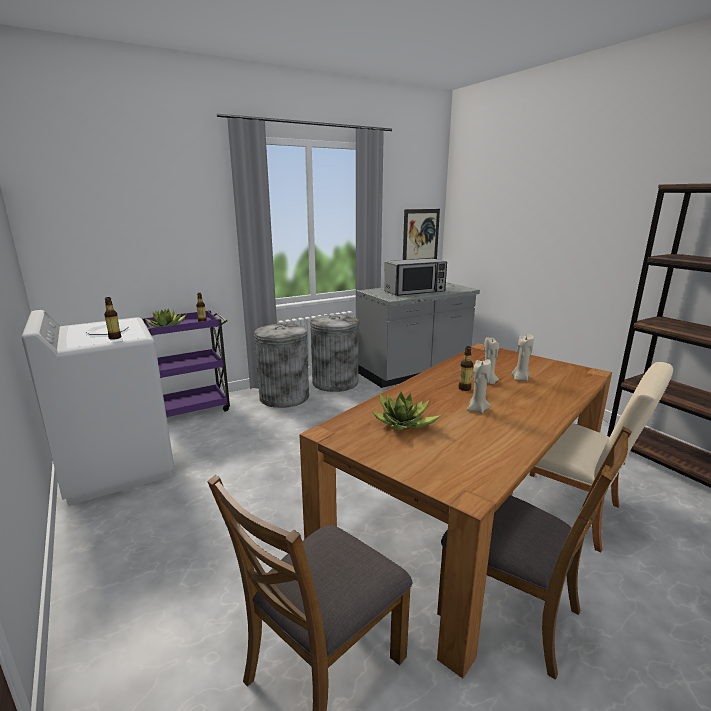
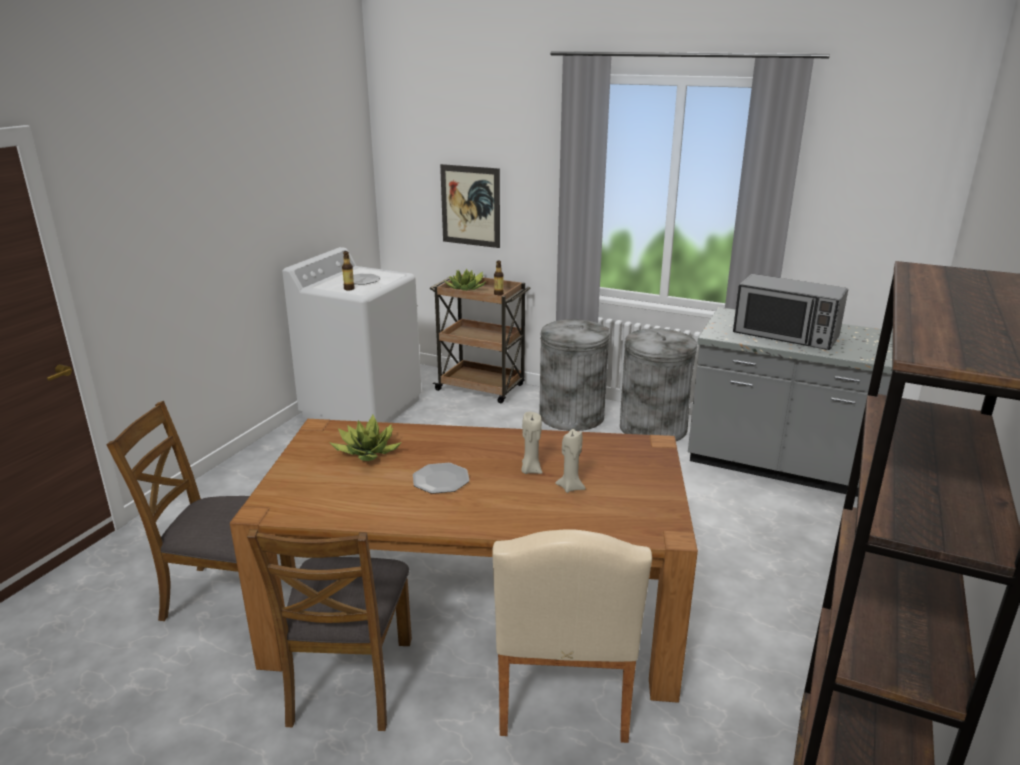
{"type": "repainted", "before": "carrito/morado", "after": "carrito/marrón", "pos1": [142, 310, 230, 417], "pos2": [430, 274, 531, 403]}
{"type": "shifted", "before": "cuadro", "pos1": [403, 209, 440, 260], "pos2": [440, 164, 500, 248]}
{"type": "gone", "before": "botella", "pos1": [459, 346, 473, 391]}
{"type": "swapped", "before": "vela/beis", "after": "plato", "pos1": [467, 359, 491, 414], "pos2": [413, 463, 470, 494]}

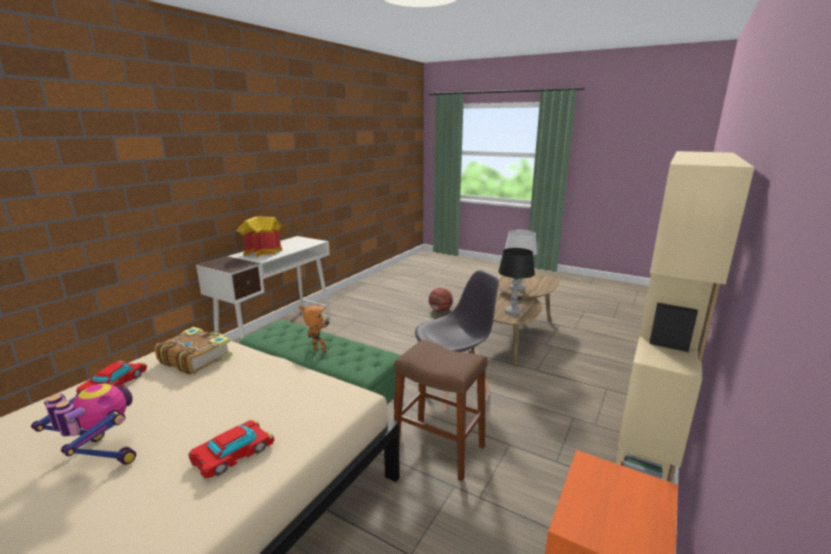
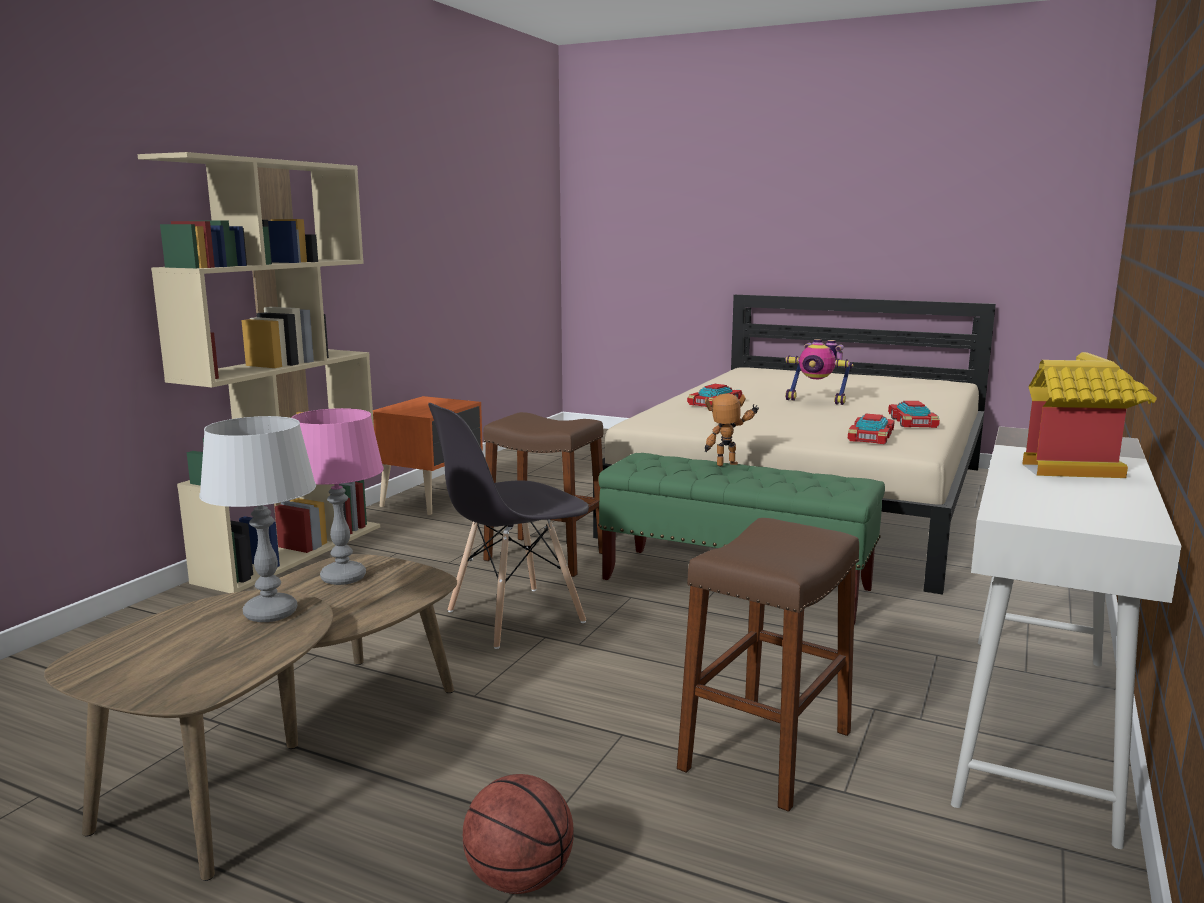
{"type": "swapped", "before": "libro", "after": "coche de juguete", "pos1": [155, 327, 232, 374], "pos2": [848, 414, 895, 444]}
{"type": "rotated", "before": "robot de juguete", "pos1": [299, 305, 330, 353], "pos2": [705, 393, 759, 467], "turn": 135}
{"type": "repainted", "before": "lámpara de mesa/negro", "after": "lámpara de mesa/rosa", "pos1": [498, 248, 535, 315], "pos2": [292, 408, 384, 585]}
{"type": "new", "after": "taburete/marrón", "pos2": [677, 518, 859, 812]}

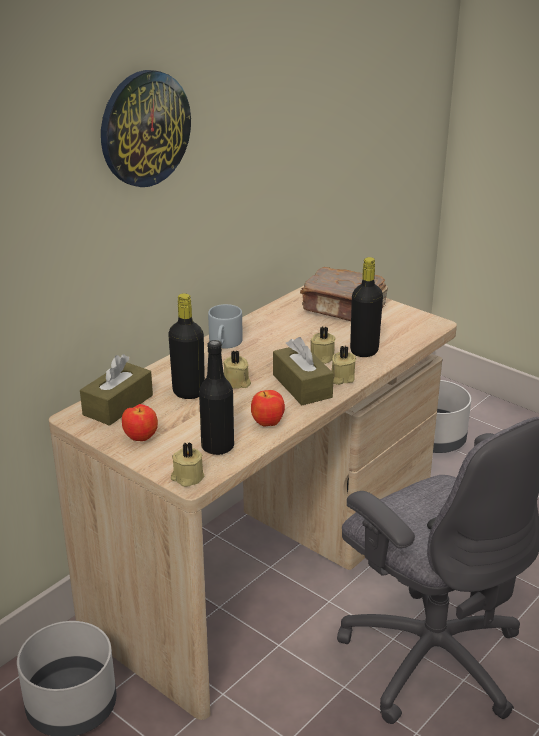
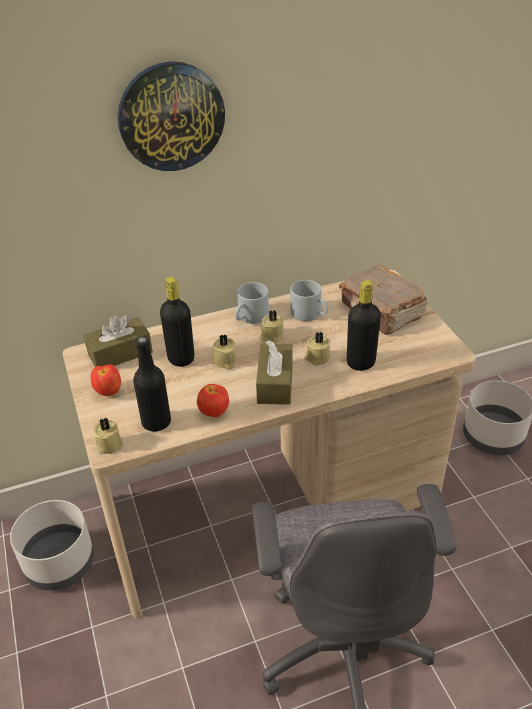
{"type": "shifted", "before": "vela/beis", "pos1": [332, 346, 357, 385], "pos2": [260, 310, 284, 343]}
{"type": "new", "after": "taza grande/gris", "pos2": [290, 280, 328, 321]}

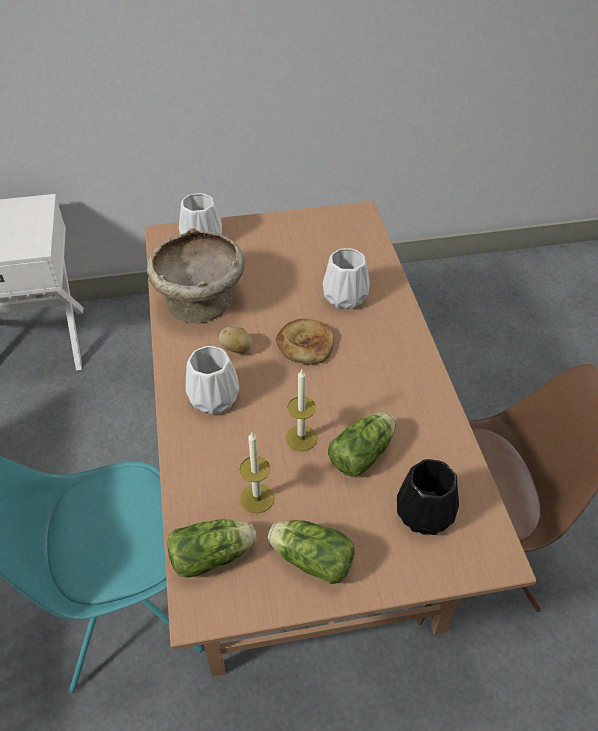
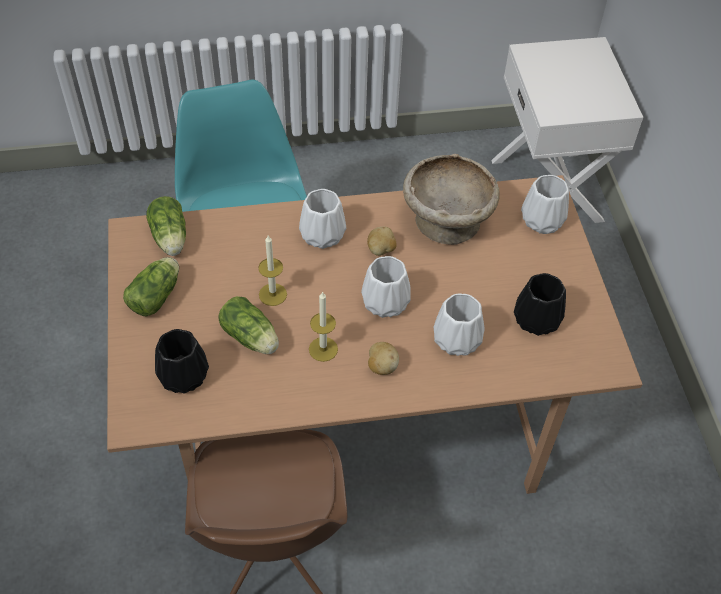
{"type": "shifted", "before": "vela", "pos1": [239, 432, 274, 513], "pos2": [309, 291, 338, 362]}
{"type": "swapped", "before": "pan", "after": "florero/blanco", "pos1": [276, 319, 334, 365], "pos2": [361, 256, 411, 318]}
{"type": "new", "after": "patata", "pos2": [368, 342, 399, 375]}
{"type": "new", "after": "florero/negro", "pos2": [514, 273, 566, 336]}

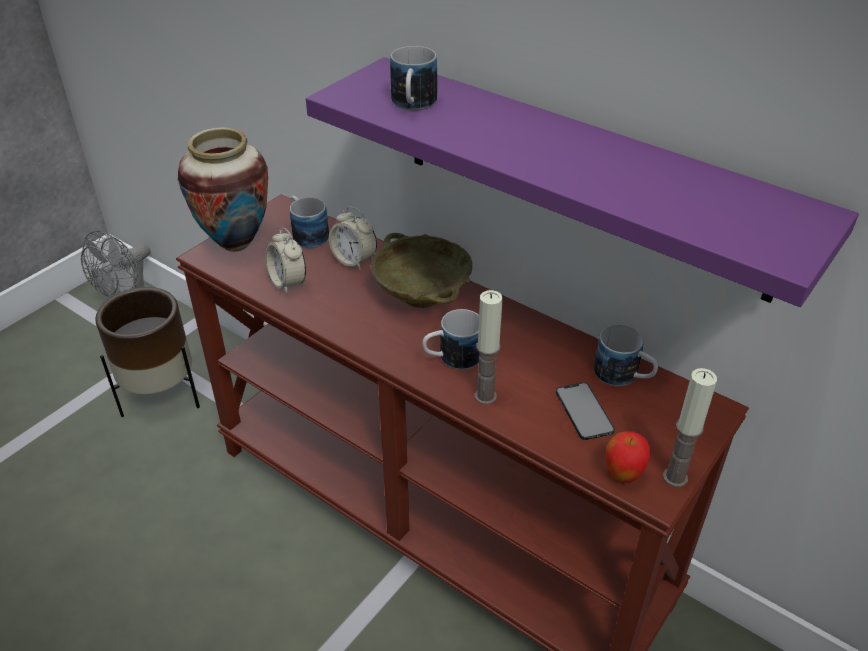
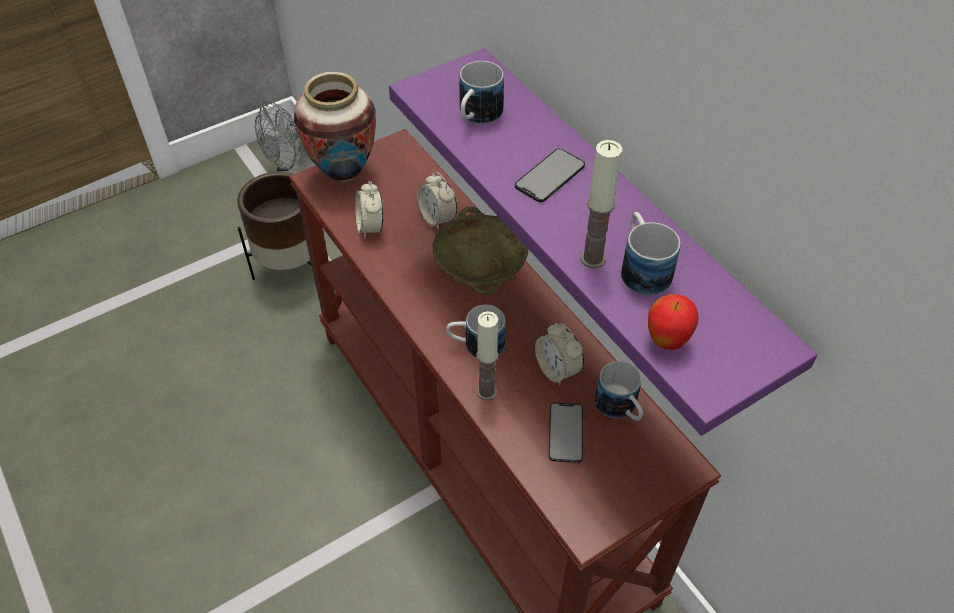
{"type": "shifted", "before": "taza grande", "pos1": [290, 196, 329, 248], "pos2": [621, 212, 681, 295]}
{"type": "shifted", "before": "manzana", "pos1": [606, 431, 651, 482], "pos2": [648, 294, 698, 350]}
{"type": "shifted", "before": "vela", "pos1": [663, 368, 717, 487], "pos2": [580, 140, 622, 268]}
{"type": "new", "after": "móvil", "pos2": [515, 149, 585, 202]}
{"type": "new", "after": "despertador", "pos2": [535, 323, 584, 385]}

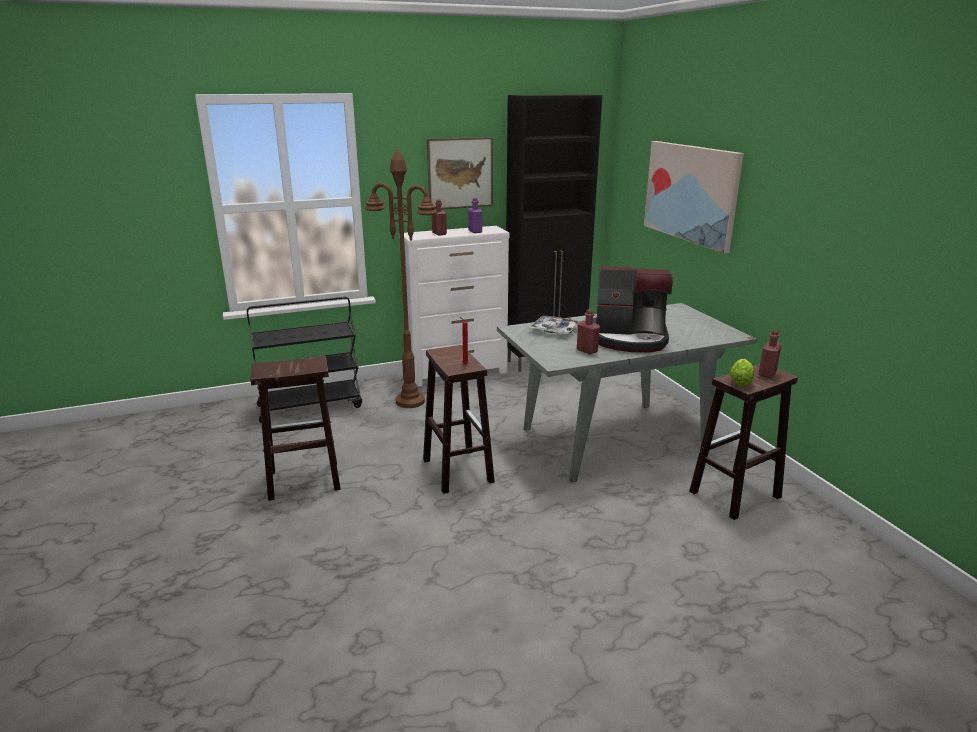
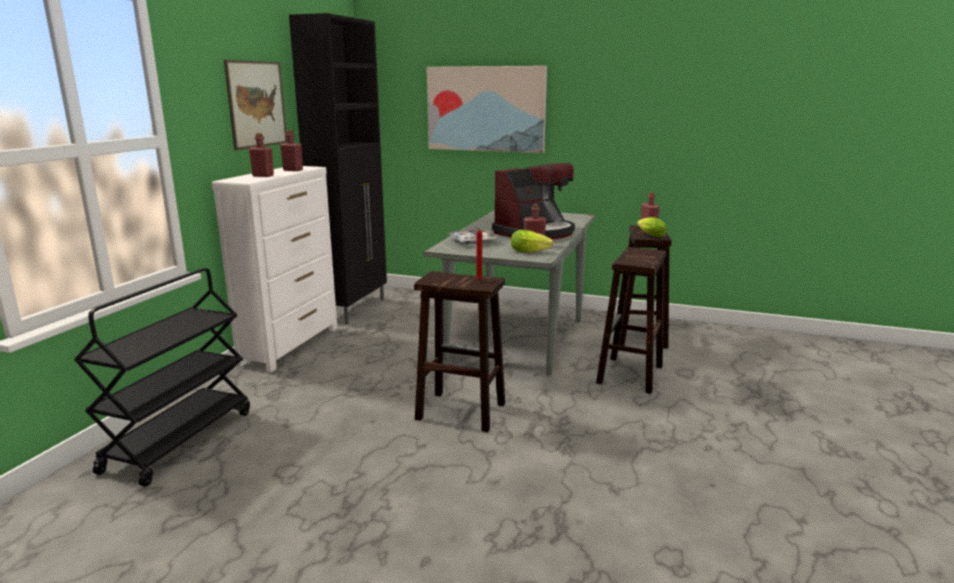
{"type": "shifted", "before": "taburete/marrón", "pos1": [250, 356, 341, 501], "pos2": [596, 247, 666, 394]}
{"type": "gone", "before": "lámpara de pie/marrón", "pos1": [365, 149, 437, 408]}
{"type": "repainted", "before": "botella/morado", "after": "botella/rojo", "pos1": [468, 198, 482, 233], "pos2": [280, 130, 303, 171]}
{"type": "new", "after": "lechuga", "pos2": [511, 230, 554, 253]}

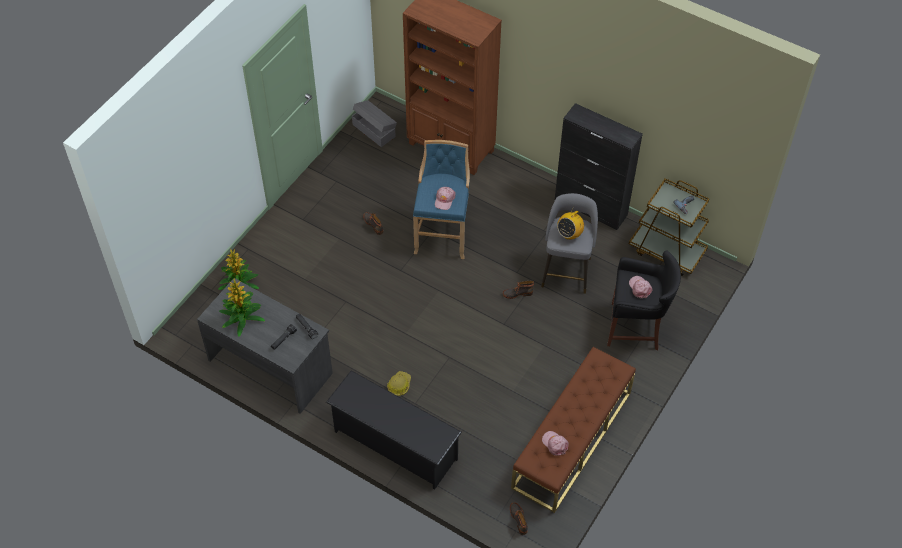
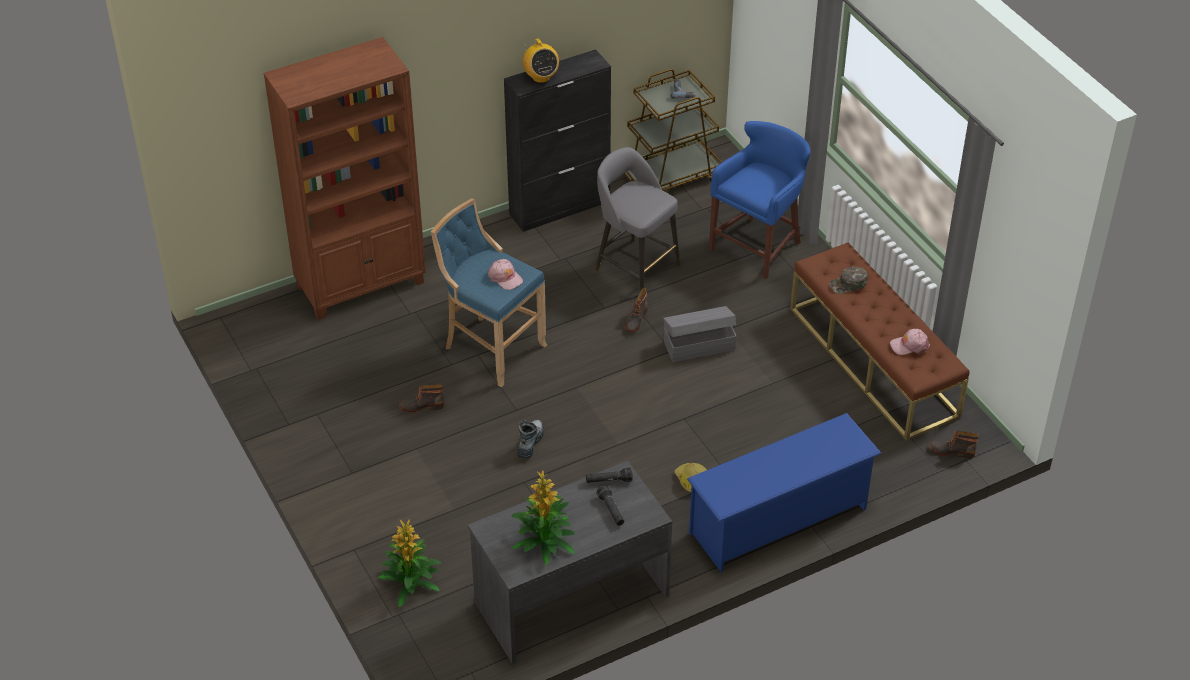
{"type": "repainted", "before": "zapatero/negro", "after": "zapatero/azul", "pos1": [326, 370, 462, 490], "pos2": [687, 413, 882, 572]}
{"type": "shifted", "before": "caja de almacenaje/gris", "pos1": [352, 100, 397, 147], "pos2": [663, 306, 737, 362]}
{"type": "shifted", "before": "radio", "pos1": [557, 211, 584, 240], "pos2": [523, 39, 559, 83]}
{"type": "repainted", "before": "taburete/negro", "after": "taburete/azul", "pos1": [607, 250, 681, 350], "pos2": [709, 121, 810, 279]}
{"type": "gone", "before": "gorra/rosa", "pos1": [629, 276, 653, 298]}
{"type": "new", "after": "bota", "pos2": [517, 419, 544, 458]}
{"type": "new", "after": "gorra/verde", "pos2": [829, 266, 868, 294]}

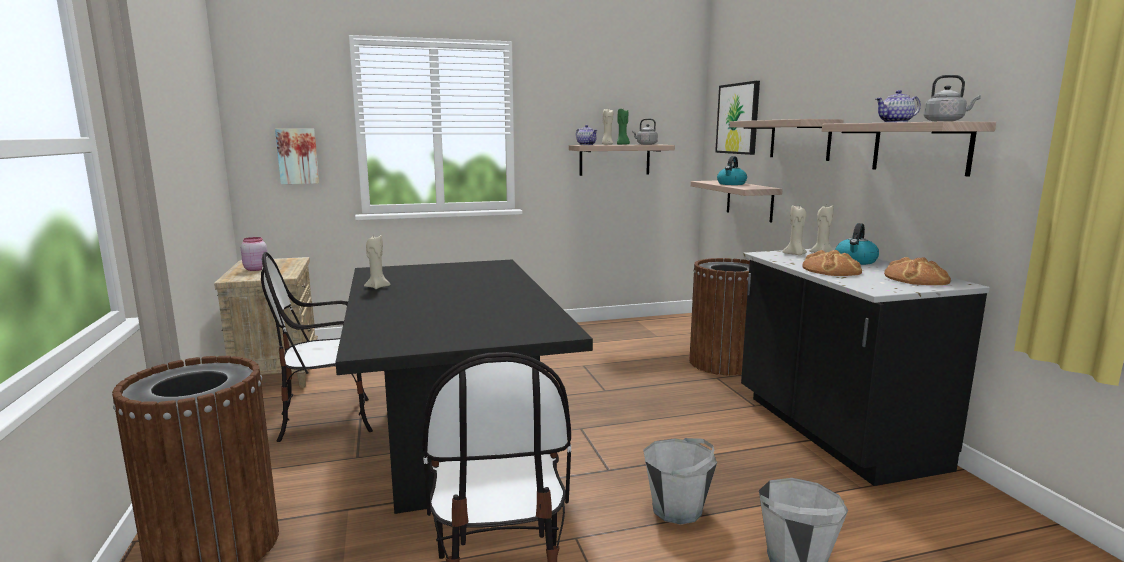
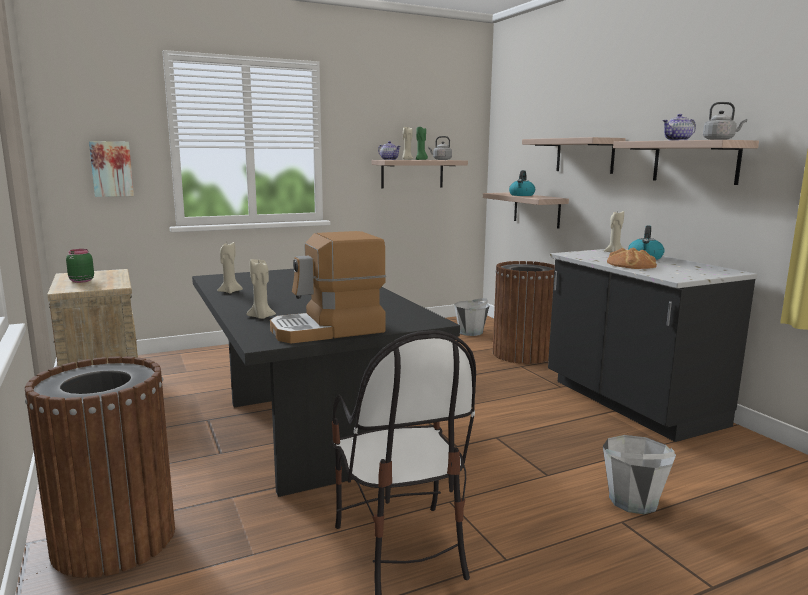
{"type": "repainted", "before": "tarro/rosa", "after": "tarro/verde", "pos1": [241, 237, 267, 271], "pos2": [66, 249, 94, 283]}
{"type": "gone", "before": "silla", "pos1": [261, 252, 373, 442]}
{"type": "shifted", "before": "cubo/gris", "pos1": [643, 438, 717, 525], "pos2": [454, 298, 489, 336]}
{"type": "gone", "before": "cuadro", "pos1": [715, 81, 760, 155]}
{"type": "shifted", "before": "vela/beis", "pos1": [783, 204, 807, 255], "pos2": [246, 259, 276, 319]}
{"type": "gone", "before": "pan", "pos1": [884, 257, 951, 285]}
{"type": "new", "after": "cafetera", "pos2": [270, 231, 386, 343]}

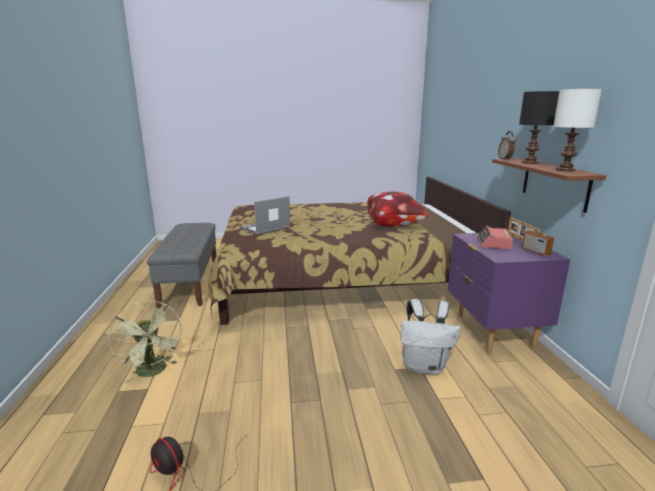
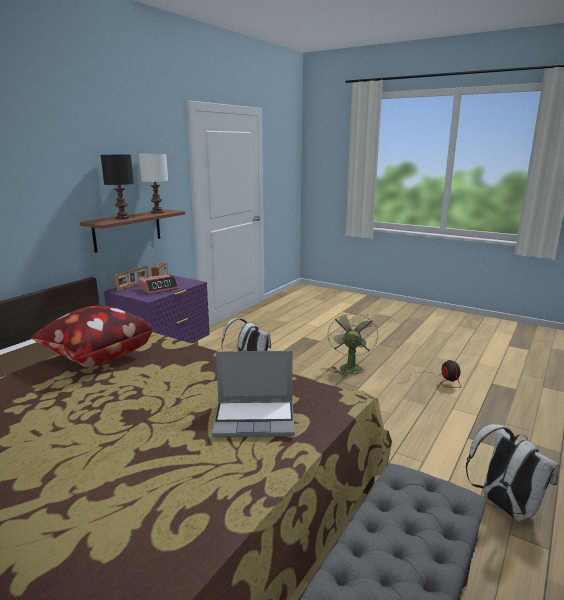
{"type": "shifted", "before": "ventilador/verde", "pos1": [109, 301, 183, 383], "pos2": [327, 309, 378, 378]}
{"type": "gone", "before": "despertador", "pos1": [498, 131, 516, 160]}
{"type": "new", "after": "mochila/blanco", "pos2": [466, 424, 559, 521]}

